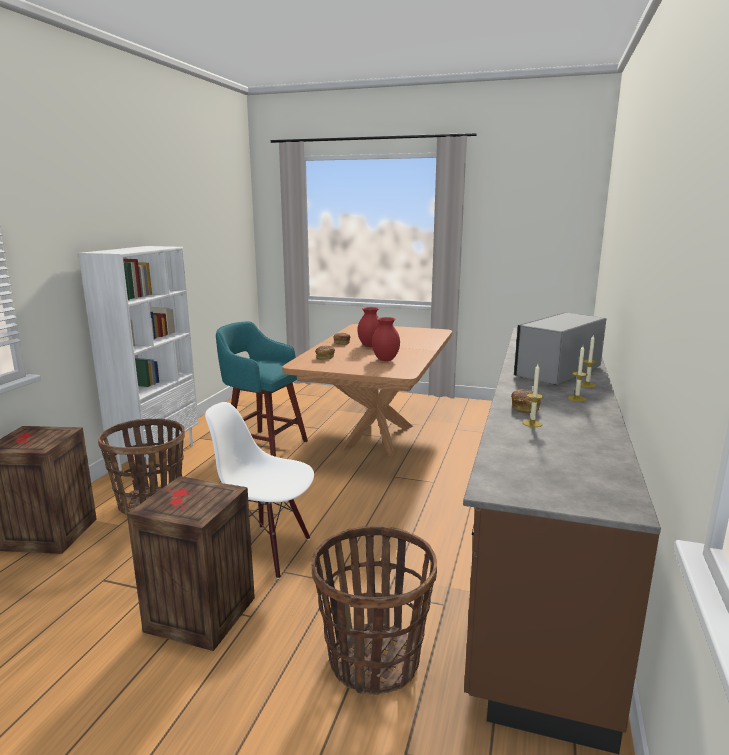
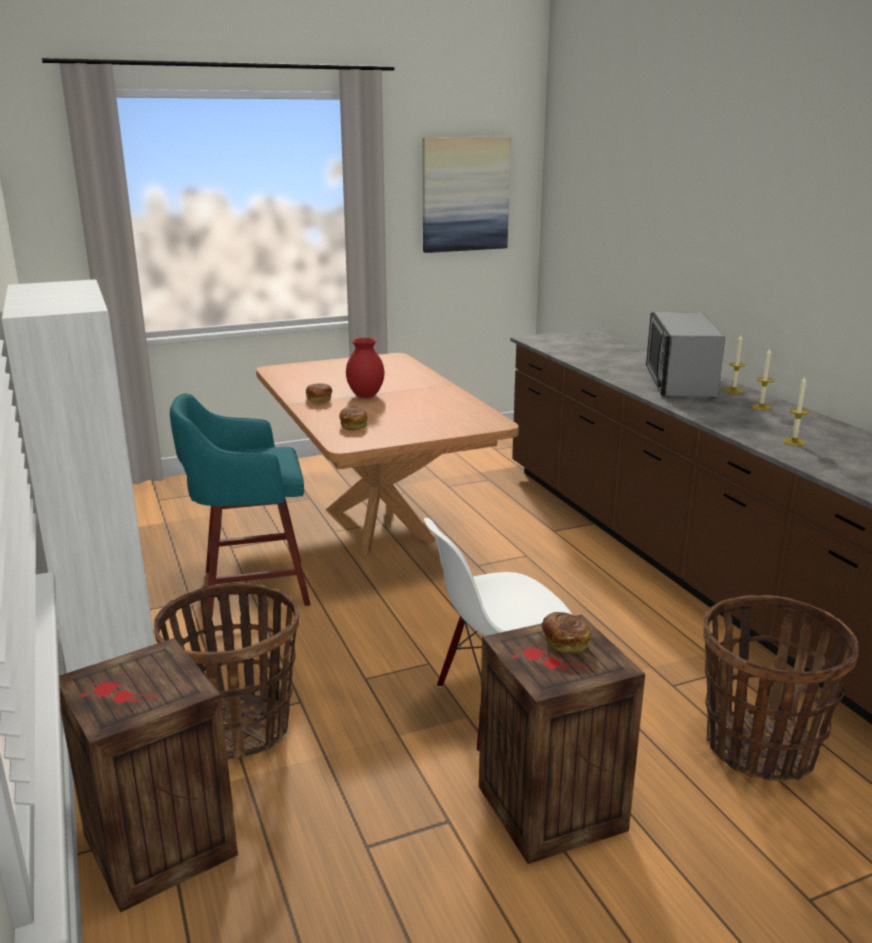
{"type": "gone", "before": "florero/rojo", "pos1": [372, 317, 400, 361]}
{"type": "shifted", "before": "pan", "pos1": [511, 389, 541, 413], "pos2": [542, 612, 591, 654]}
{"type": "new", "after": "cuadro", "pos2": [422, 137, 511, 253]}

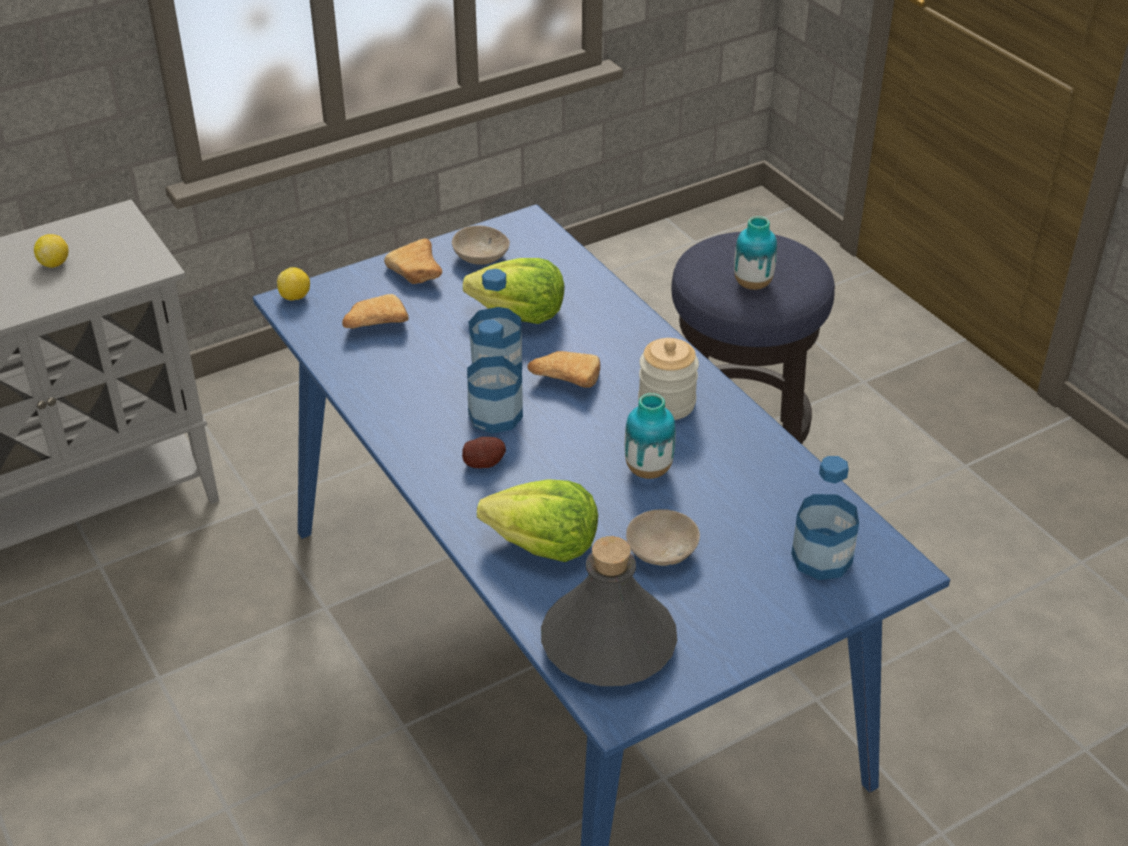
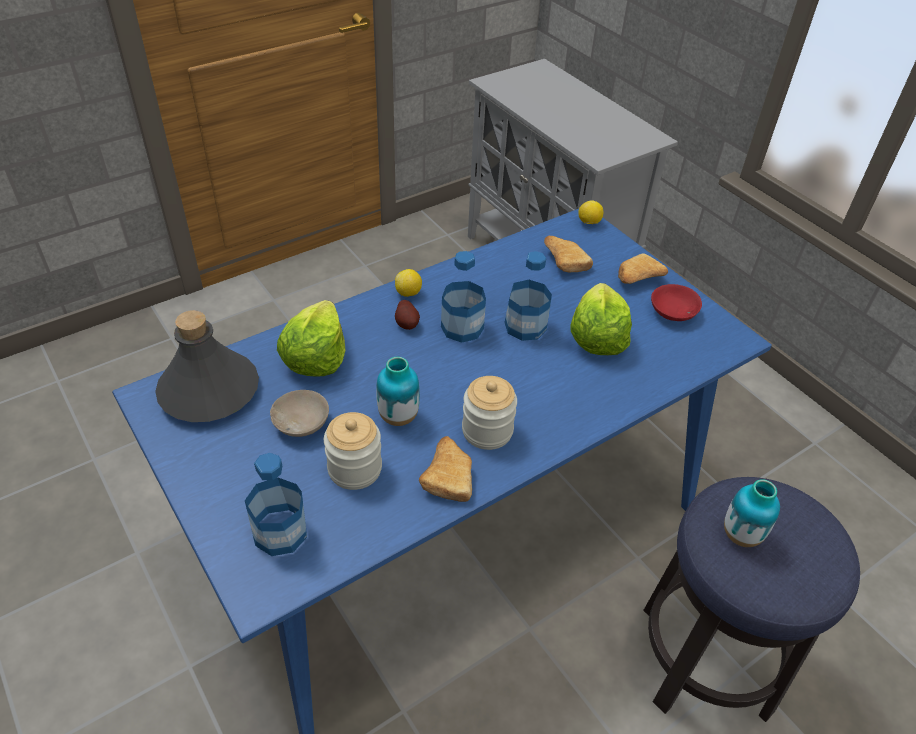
{"type": "shifted", "before": "limón", "pos1": [34, 234, 69, 268], "pos2": [395, 269, 422, 297]}
{"type": "repainted", "before": "cuenco/beis", "after": "cuenco/rojo", "pos1": [452, 225, 510, 265], "pos2": [651, 284, 702, 321]}
{"type": "shifted", "before": "pan", "pos1": [527, 351, 600, 388], "pos2": [419, 436, 472, 502]}
{"type": "new", "after": "tarro", "pos2": [324, 412, 382, 490]}

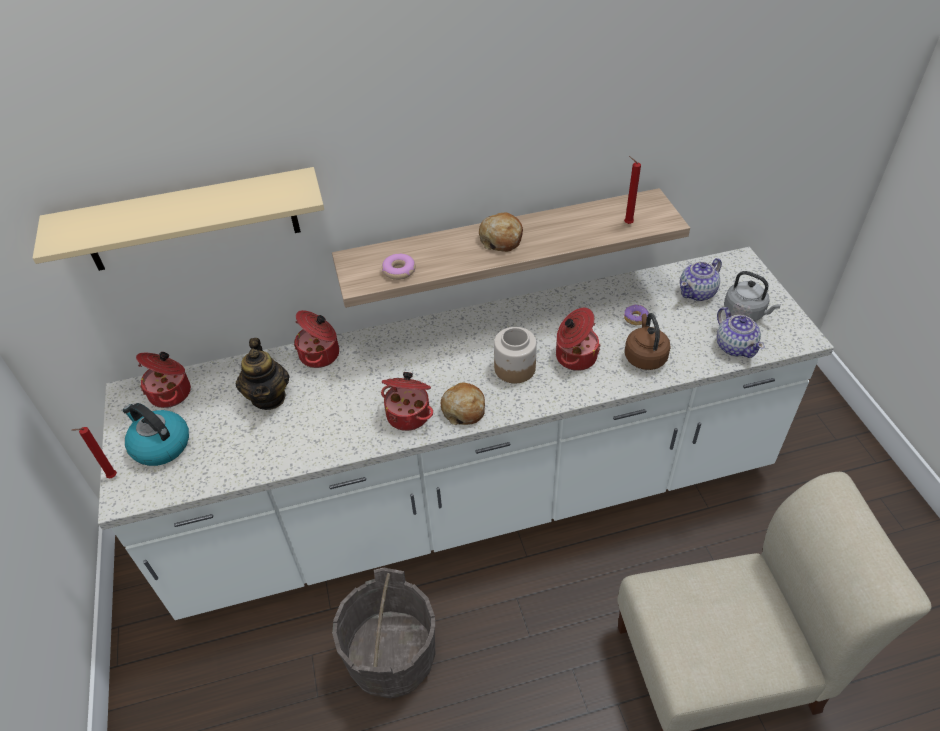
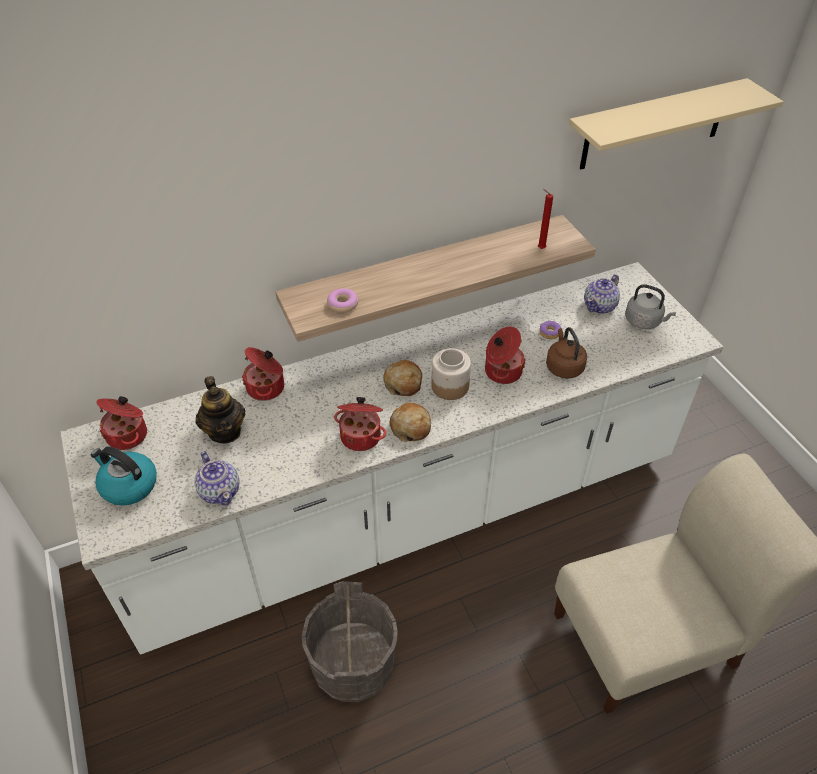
{"type": "shifted", "before": "estante/beis", "pos1": [33, 167, 324, 271], "pos2": [569, 78, 784, 170]}
{"type": "gone", "before": "vela/rojo", "pos1": [71, 427, 117, 478]}
{"type": "shifted", "before": "pan", "pos1": [479, 212, 523, 252], "pos2": [383, 360, 422, 396]}
{"type": "shifted", "before": "tetera", "pos1": [717, 307, 765, 358], "pos2": [194, 451, 240, 506]}

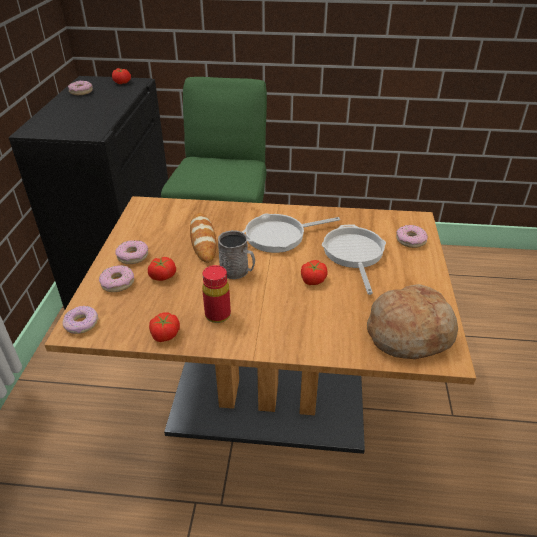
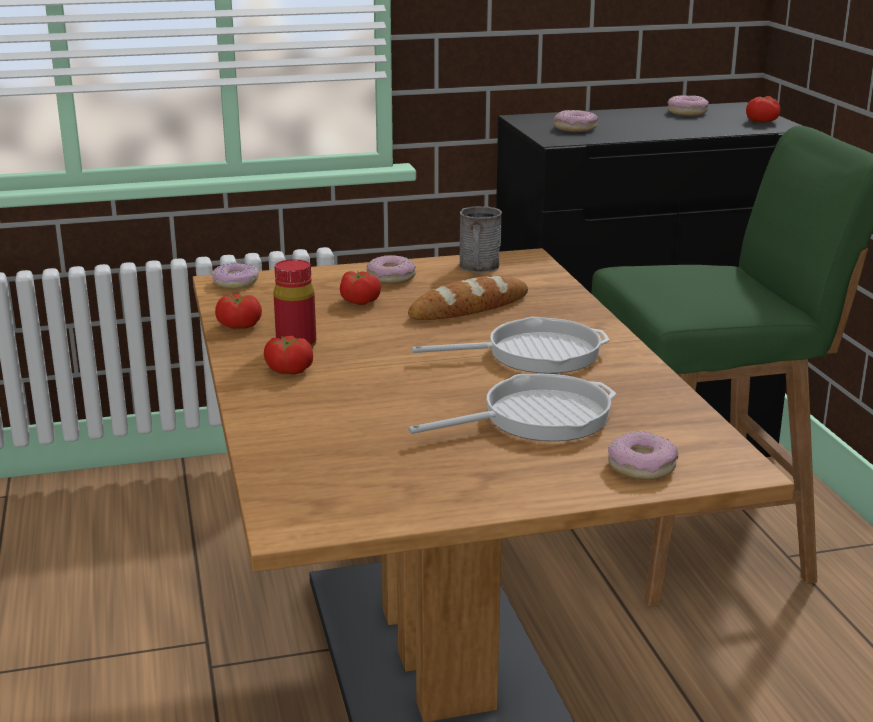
{"type": "shifted", "before": "rosquilla", "pos1": [99, 265, 134, 292], "pos2": [554, 110, 598, 132]}
{"type": "shifted", "before": "taza grande/gris", "pos1": [218, 230, 255, 279], "pos2": [459, 206, 502, 273]}
{"type": "rotated", "before": "sartén", "pos1": [242, 214, 340, 253], "pos2": [412, 317, 610, 374], "turn": 120}
{"type": "shifted", "before": "tomate", "pos1": [301, 260, 327, 285], "pos2": [264, 336, 313, 374]}
{"type": "gone", "before": "pan", "pos1": [367, 284, 458, 359]}

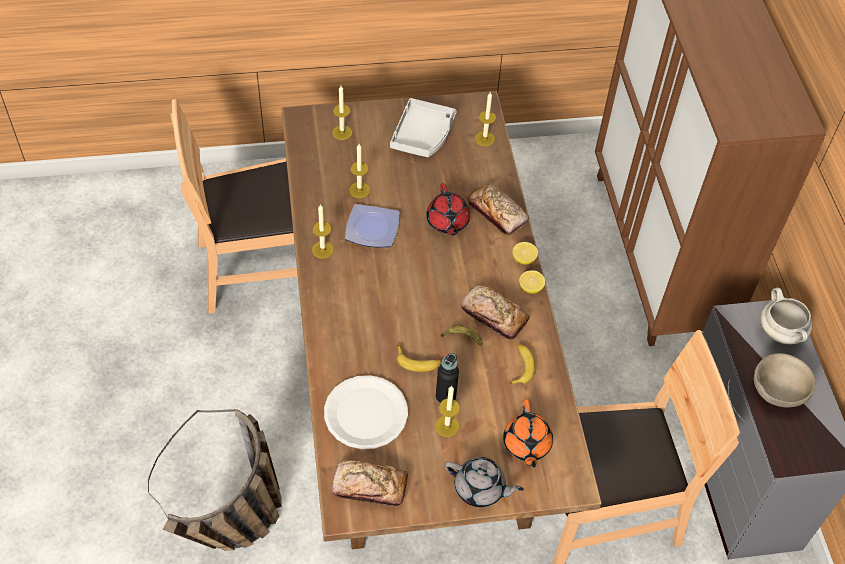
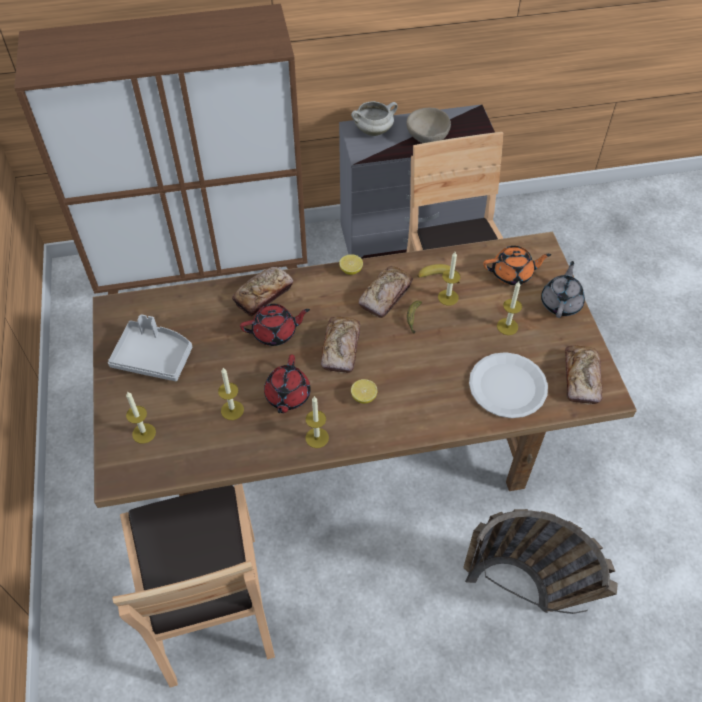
{"type": "swapped", "before": "plato", "after": "tetera/rojo", "pos1": [345, 204, 400, 247], "pos2": [264, 355, 311, 413]}
{"type": "gone", "before": "plátano", "pos1": [397, 345, 441, 372]}
{"type": "gone", "before": "botella/negro", "pos1": [436, 353, 459, 404]}
{"type": "shifted", "before": "vela", "pos1": [475, 92, 496, 146], "pos2": [438, 252, 460, 306]}
{"type": "shifted", "before": "limón", "pos1": [512, 242, 538, 265], "pos2": [351, 379, 377, 404]}
{"type": "new", "after": "pan", "pos2": [321, 317, 360, 374]}

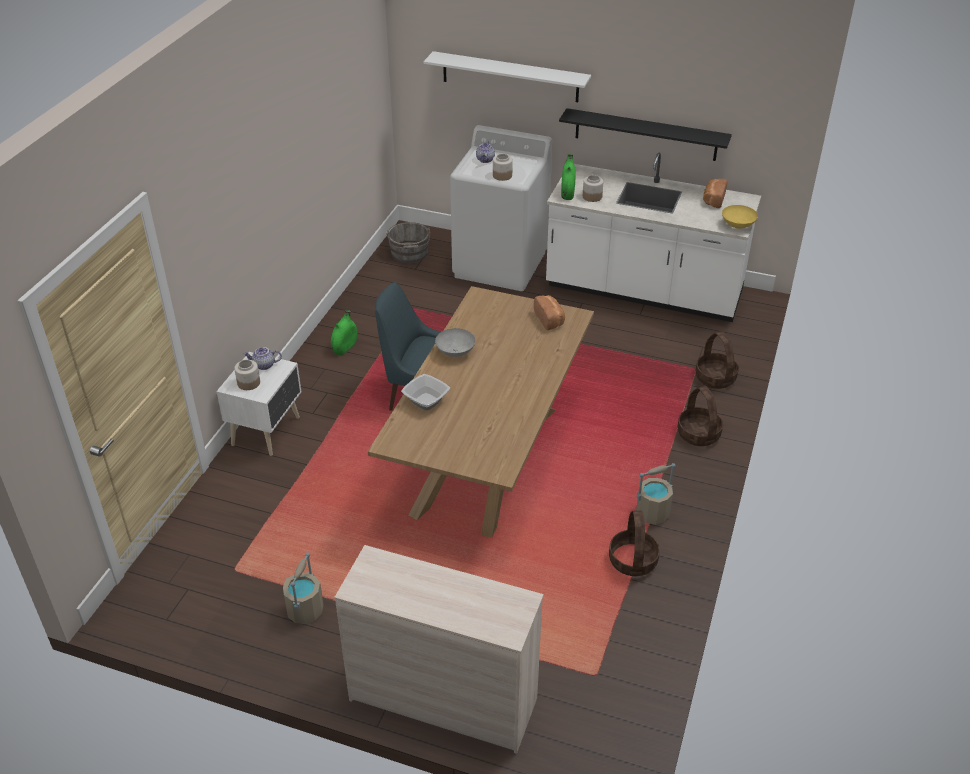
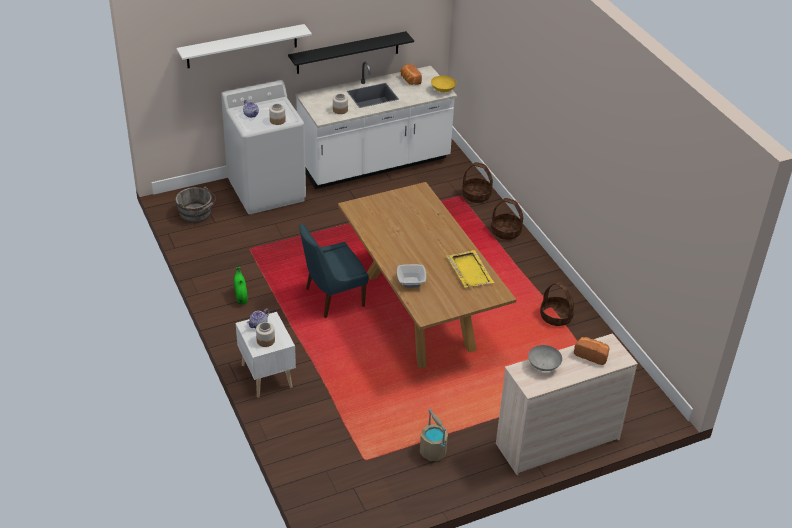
{"type": "shifted", "before": "cuenco/gris", "pos1": [435, 328, 476, 357], "pos2": [528, 345, 562, 371]}
{"type": "shifted", "before": "pan", "pos1": [534, 295, 565, 330], "pos2": [574, 337, 609, 365]}
{"type": "gone", "before": "florero/verde", "pos1": [561, 154, 576, 200]}
{"type": "gone", "before": "cubo/beis", "pos1": [636, 463, 675, 525]}
{"type": "new", "after": "bandeja/amarillo", "pos2": [447, 250, 495, 288]}

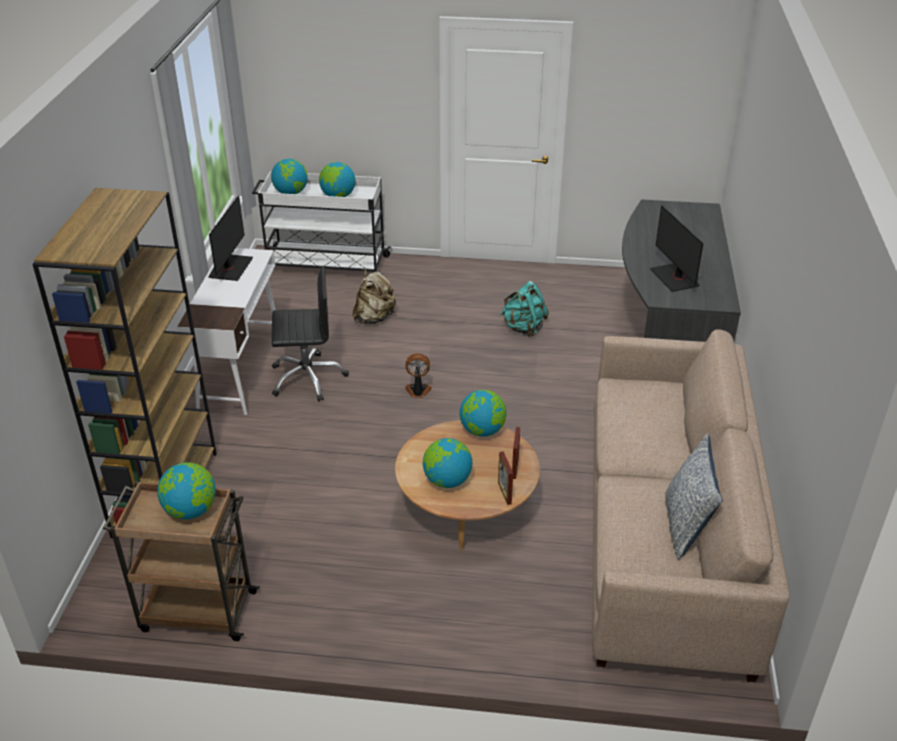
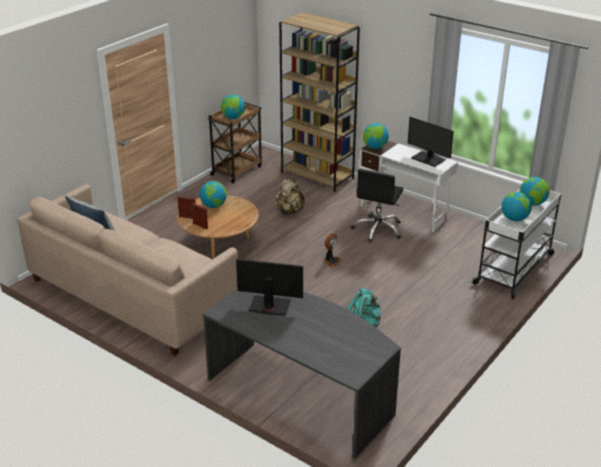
{"type": "shifted", "before": "mochila/beis", "pos1": [352, 269, 396, 324], "pos2": [275, 178, 305, 215]}
{"type": "shifted", "before": "globo terráqueo", "pos1": [460, 390, 506, 437], "pos2": [363, 123, 389, 149]}

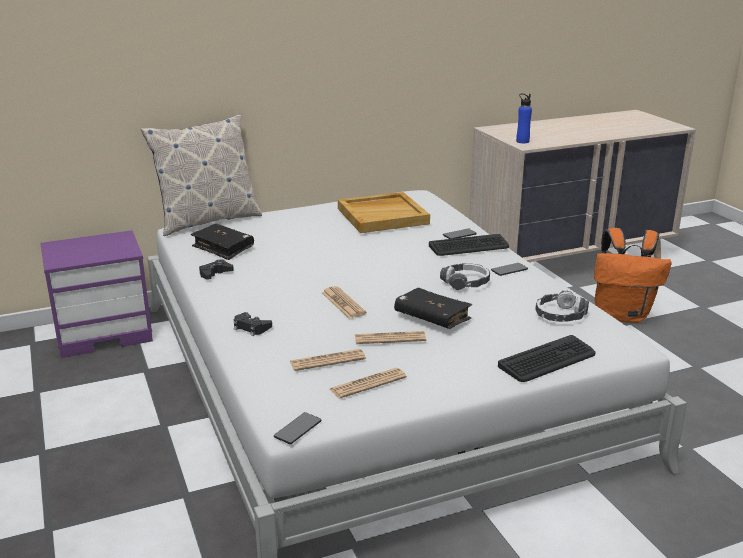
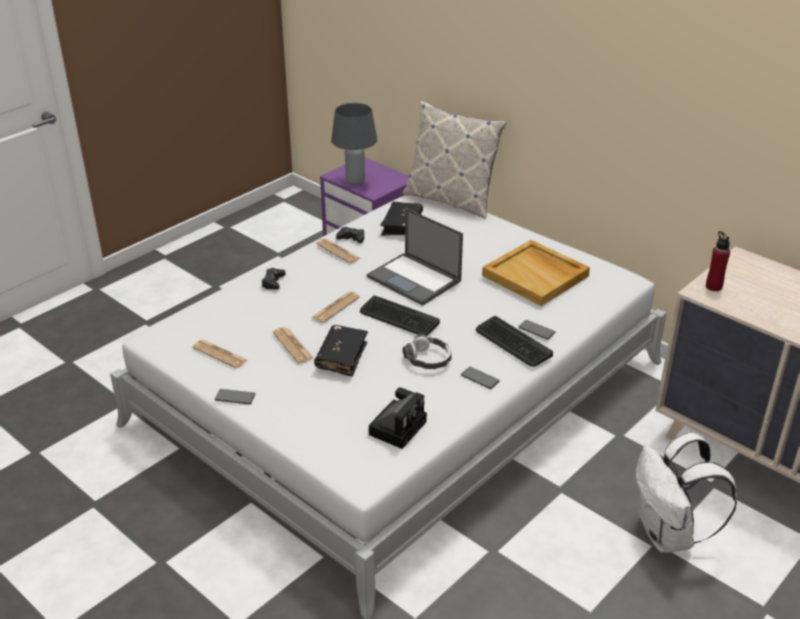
{"type": "shifted", "before": "móvil", "pos1": [274, 412, 321, 444], "pos2": [215, 389, 255, 404]}
{"type": "shifted", "before": "periódico", "pos1": [290, 349, 366, 371], "pos2": [316, 238, 361, 264]}
{"type": "shifted", "before": "teclado", "pos1": [498, 335, 596, 382], "pos2": [360, 295, 440, 336]}
{"type": "repainted", "before": "botella/azul", "after": "botella/rojo", "pos1": [516, 93, 532, 143], "pos2": [706, 231, 730, 291]}
{"type": "swapped", "before": "auriculares", "after": "cámara", "pos1": [535, 291, 589, 322], "pos2": [369, 388, 427, 449]}
{"type": "repainted", "before": "mochila/naranja", "after": "mochila/blanco", "pos1": [594, 228, 671, 323], "pos2": [636, 433, 737, 553]}
{"type": "new", "after": "lámpara de mesa/gris", "pos2": [331, 103, 377, 185]}
{"type": "new", "after": "portátil", "pos2": [367, 208, 463, 306]}

